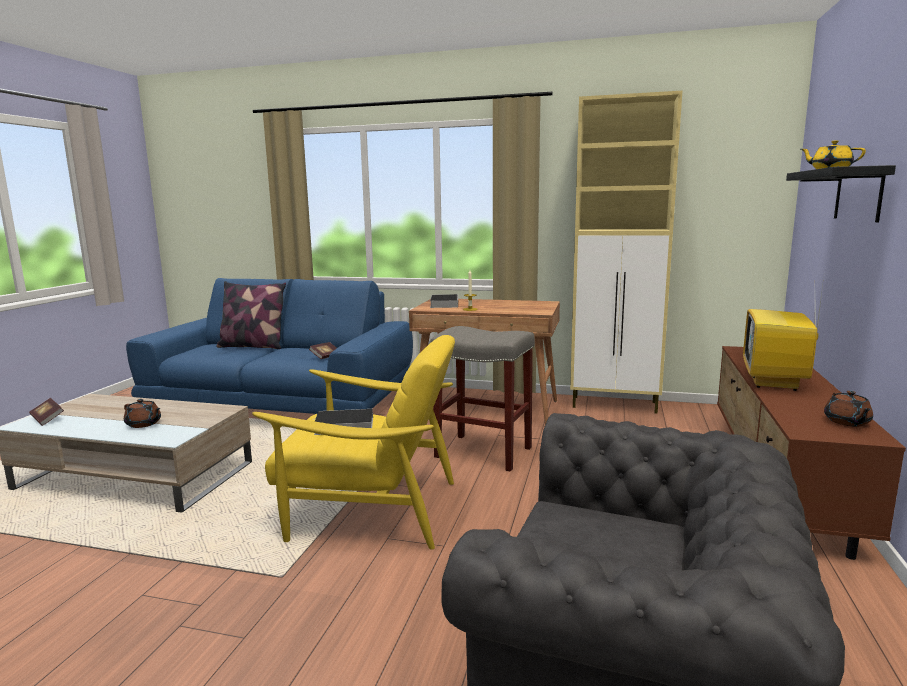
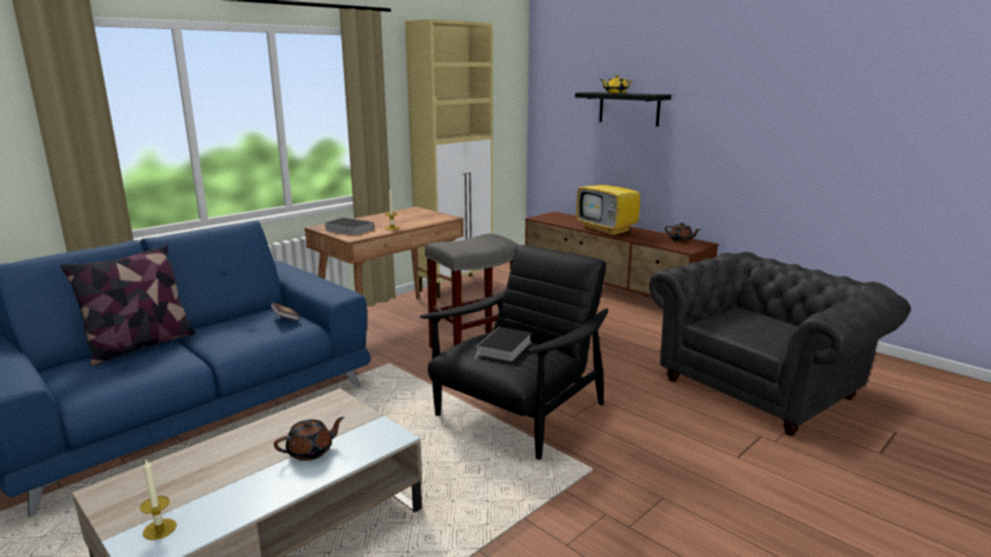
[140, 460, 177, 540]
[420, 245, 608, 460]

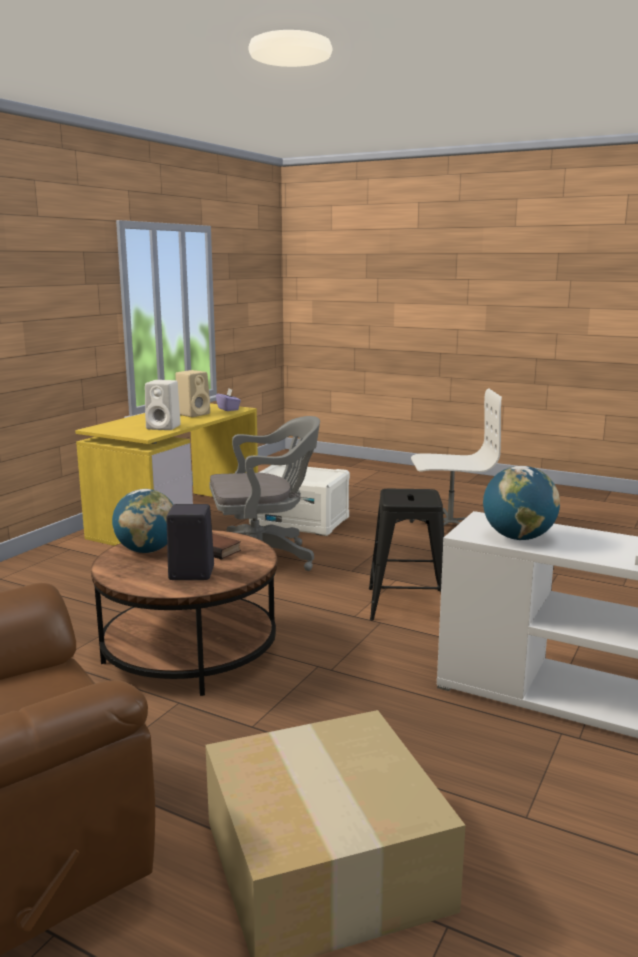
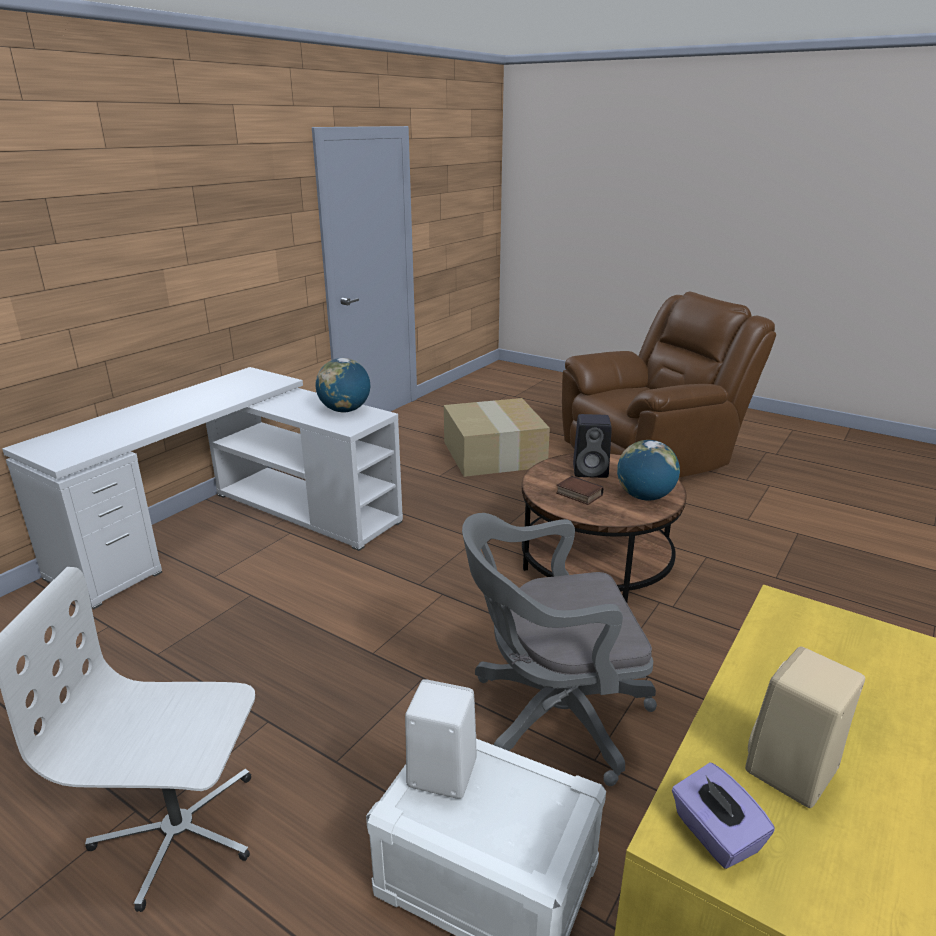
[369, 489, 444, 621] (first image)
[405, 679, 476, 799]

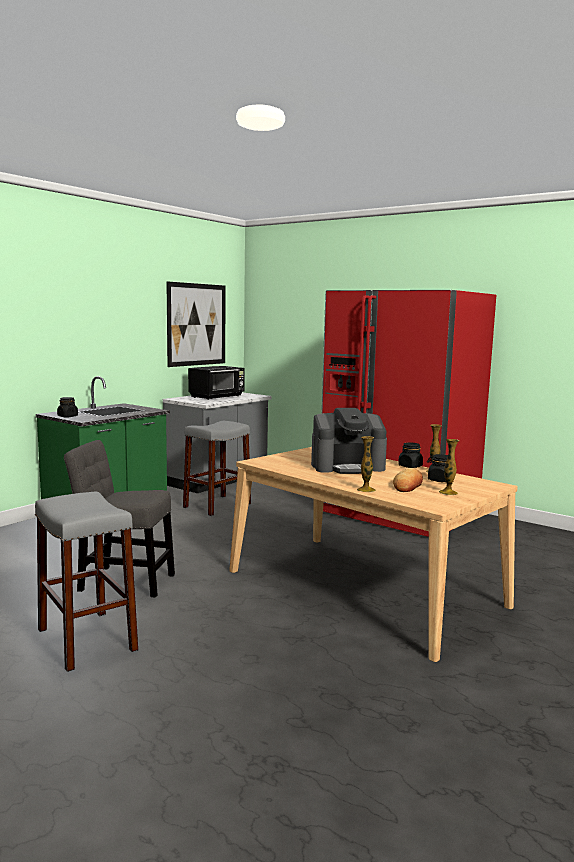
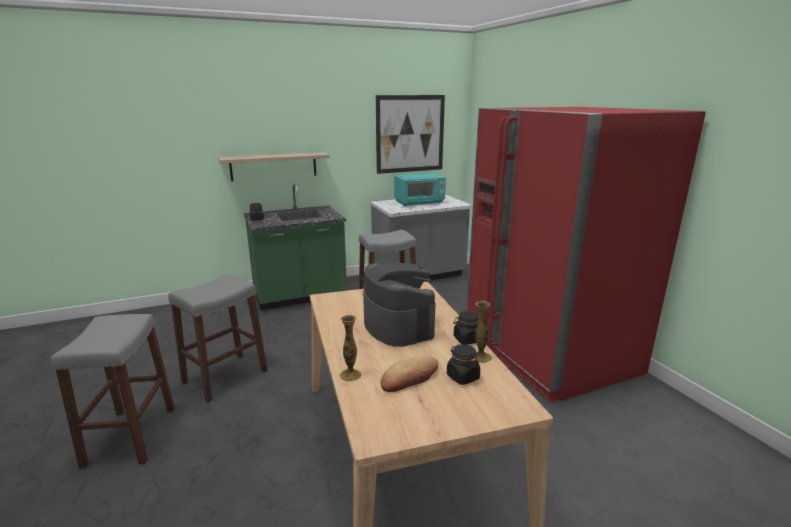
[439, 439, 459, 495] (first image)
[218, 152, 330, 181]
[168, 274, 268, 402]
[394, 173, 446, 206]
[363, 263, 436, 347]

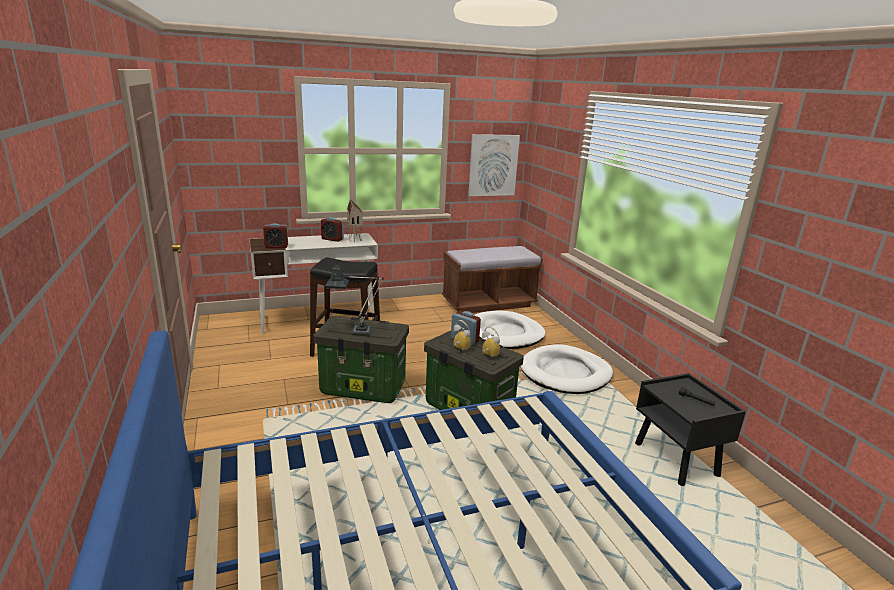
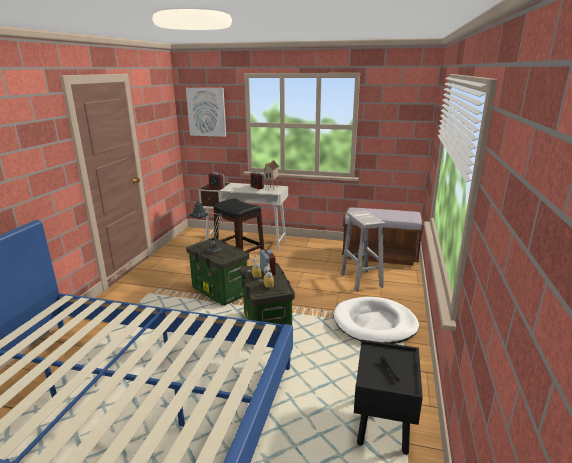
[186, 88, 226, 137]
[341, 210, 385, 292]

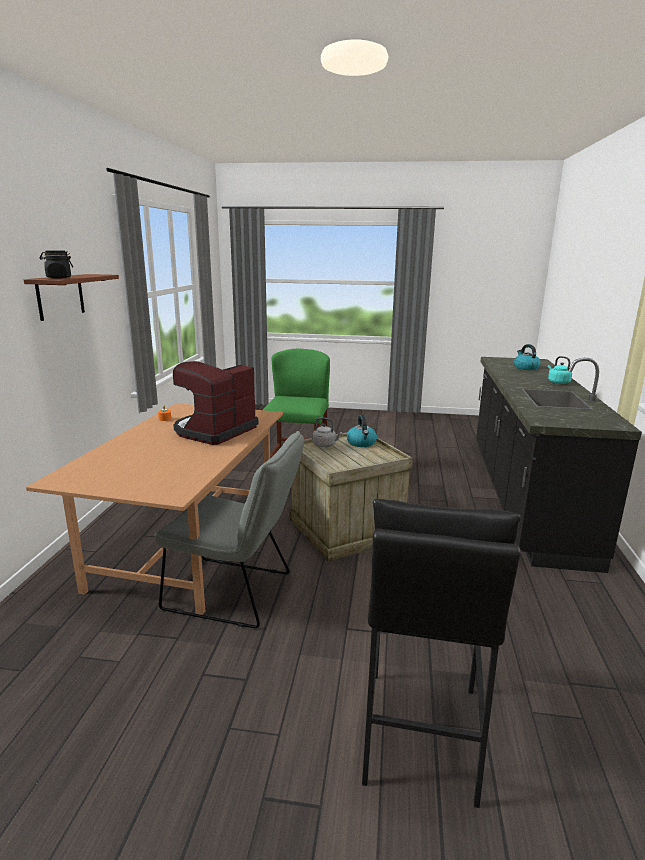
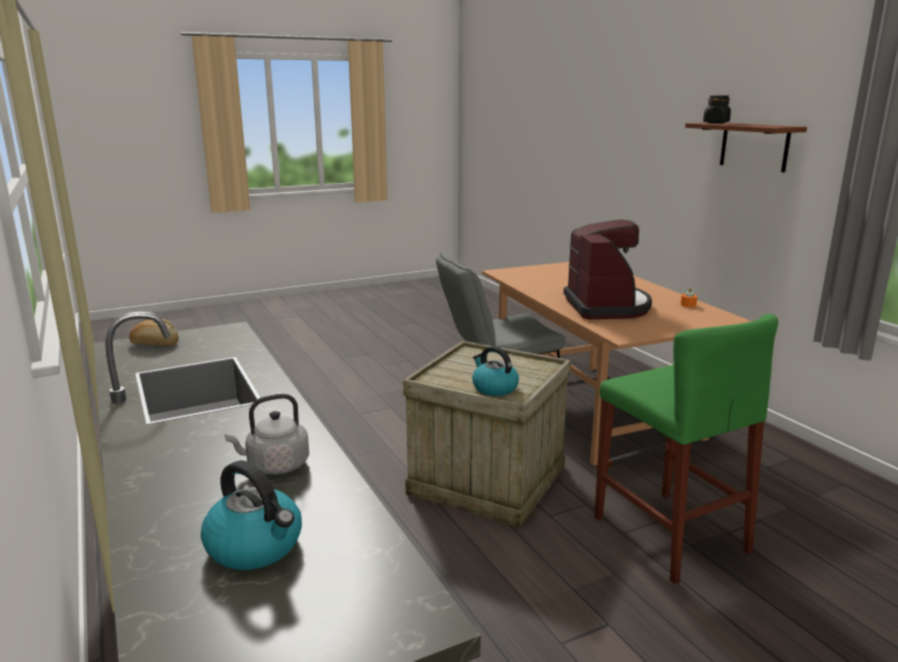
[362, 499, 521, 808] (first image)
[548, 356, 572, 384] (first image)
[129, 319, 179, 346]
[225, 394, 309, 475]

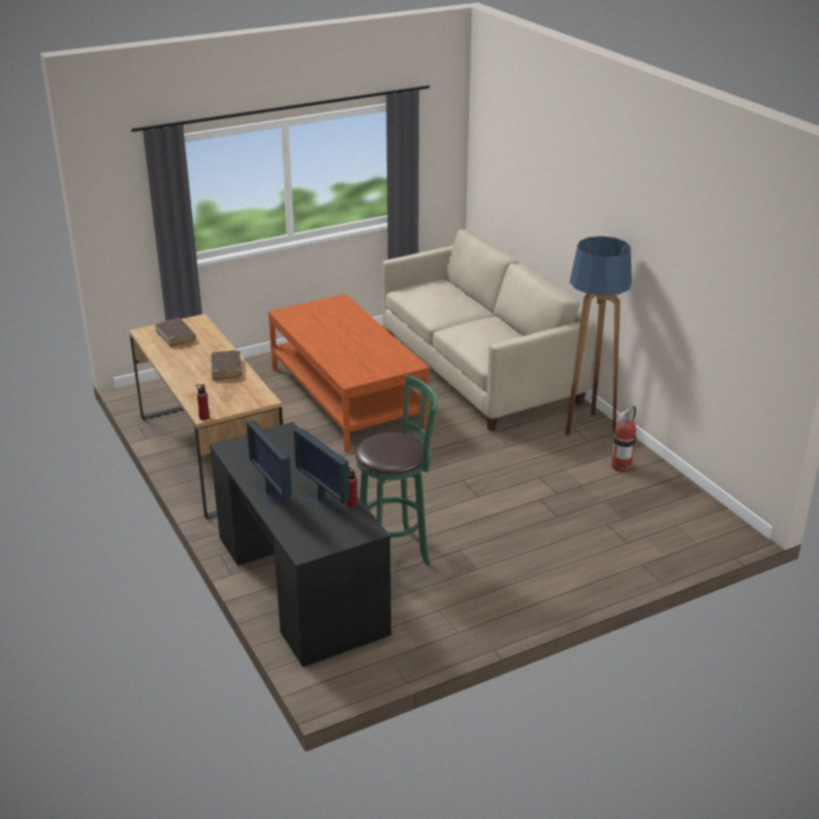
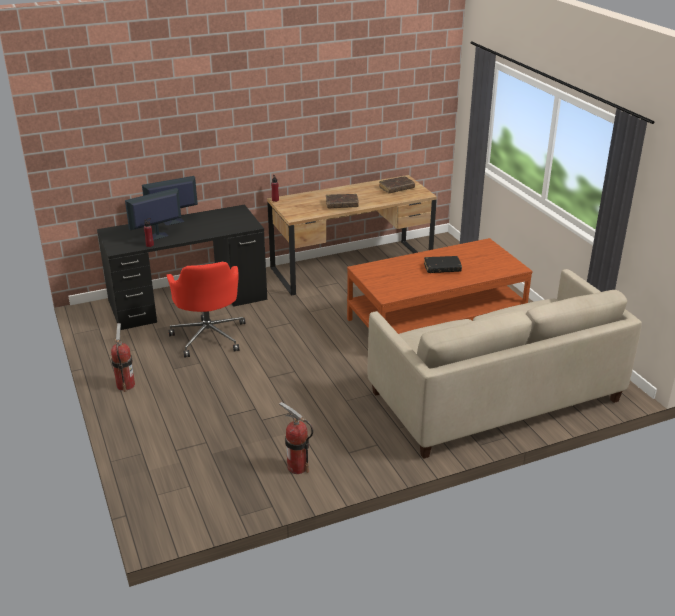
[566, 236, 632, 435] (first image)
[111, 323, 135, 392]
[424, 256, 462, 273]
[166, 262, 245, 358]

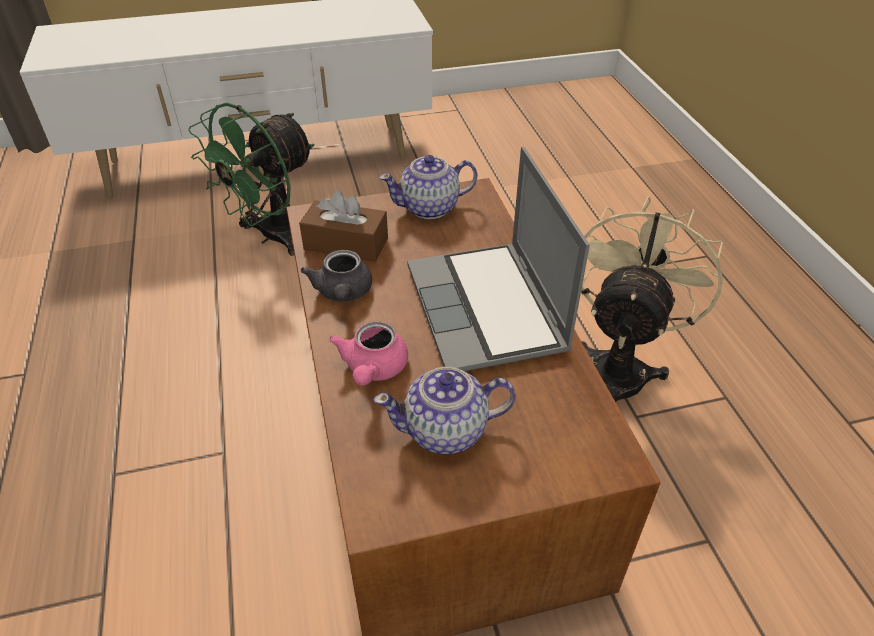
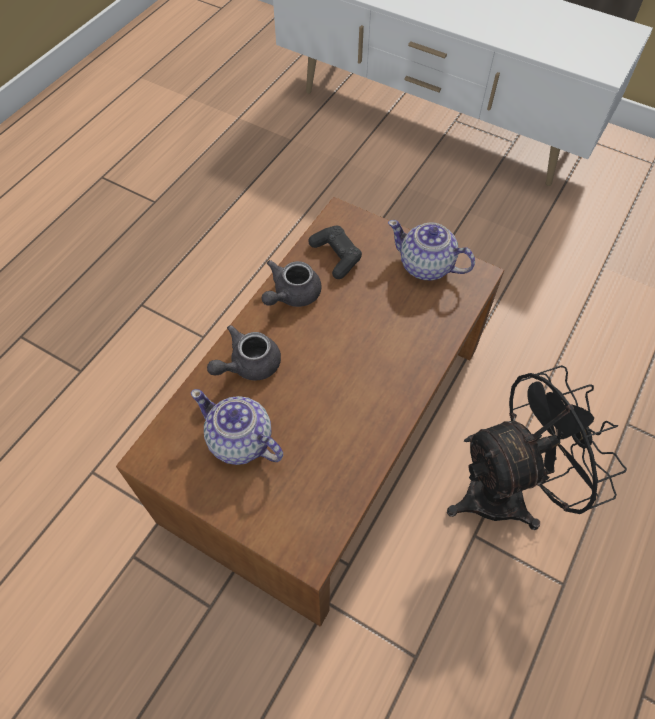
[188, 102, 314, 256] (first image)
[407, 146, 590, 371] (first image)
[309, 226, 362, 279]
[207, 325, 281, 380]
[447, 365, 627, 530]

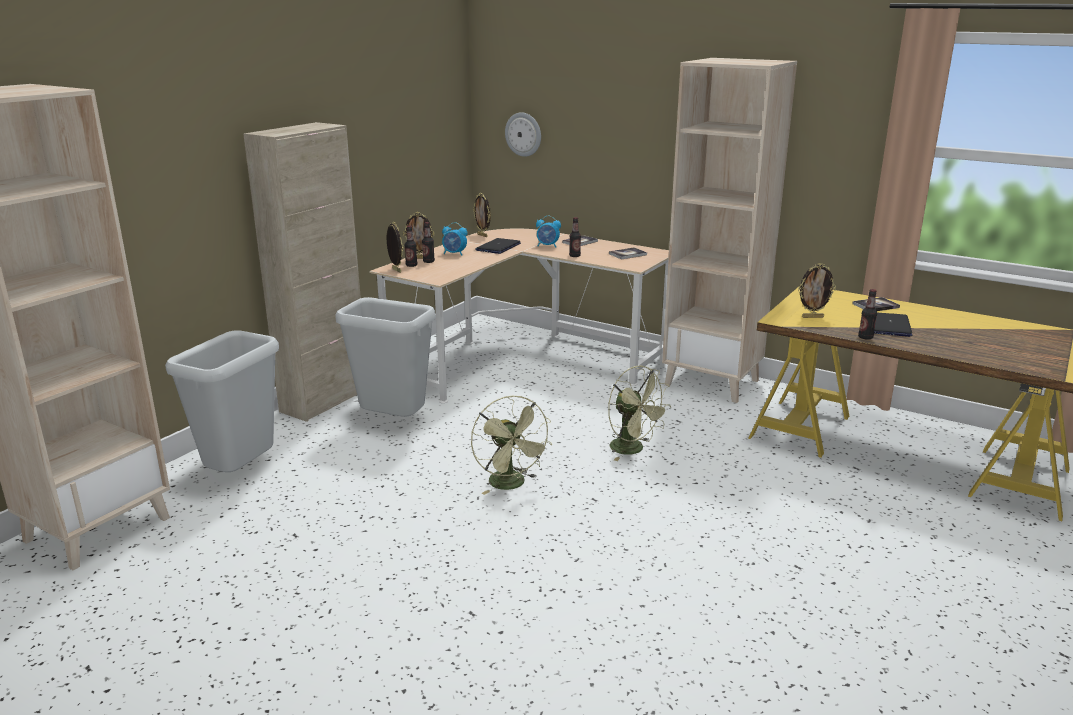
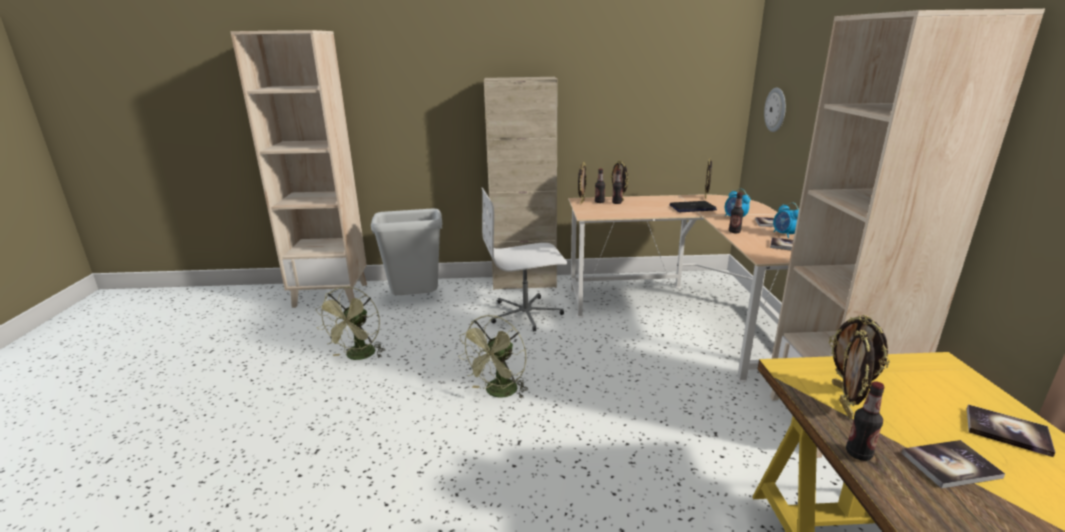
[839, 330, 875, 419]
[773, 203, 799, 238]
[316, 286, 385, 360]
[482, 188, 567, 331]
[901, 440, 1005, 489]

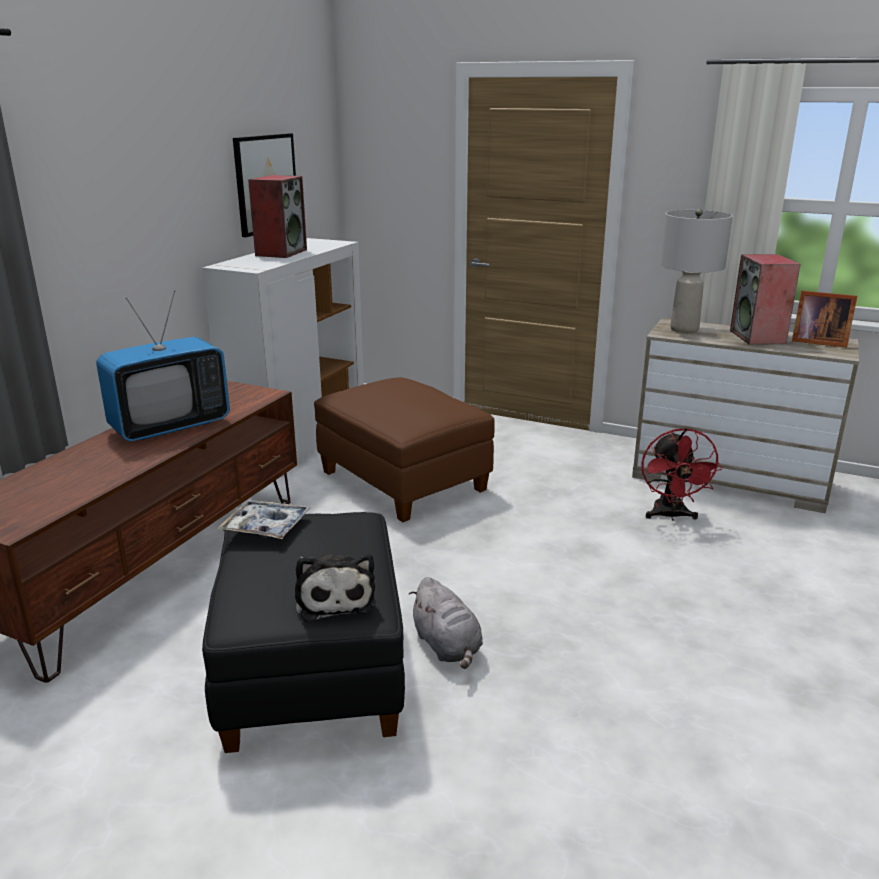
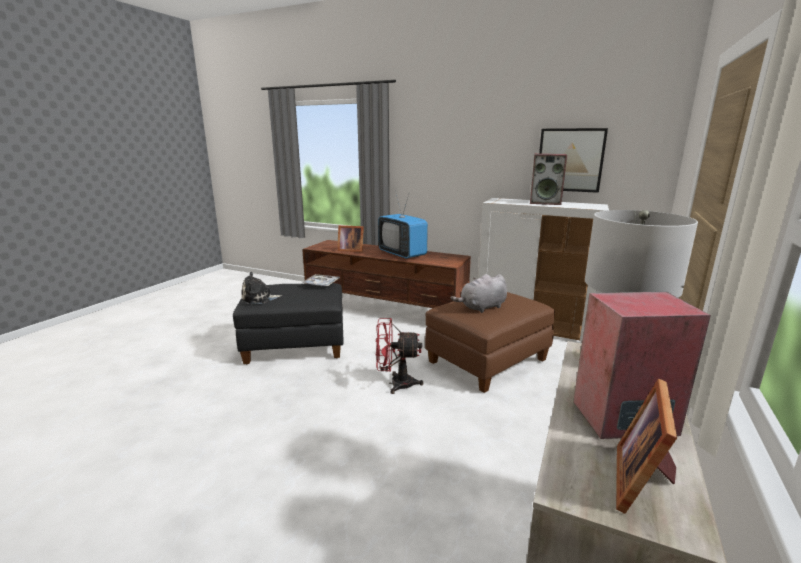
[337, 225, 364, 252]
[451, 274, 507, 313]
[375, 318, 423, 394]

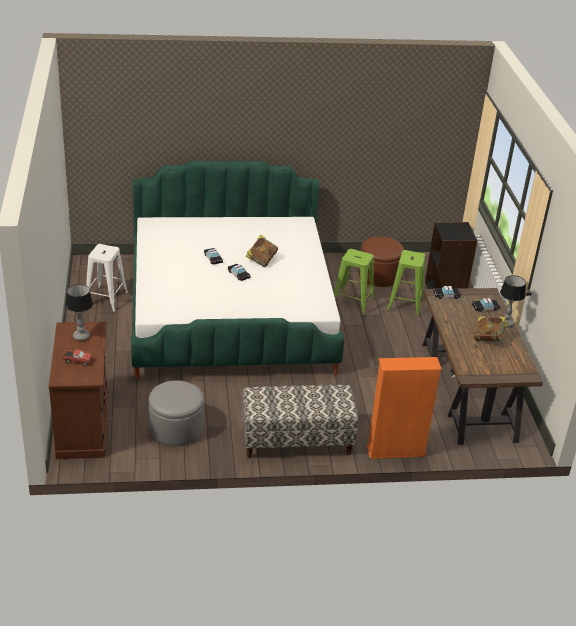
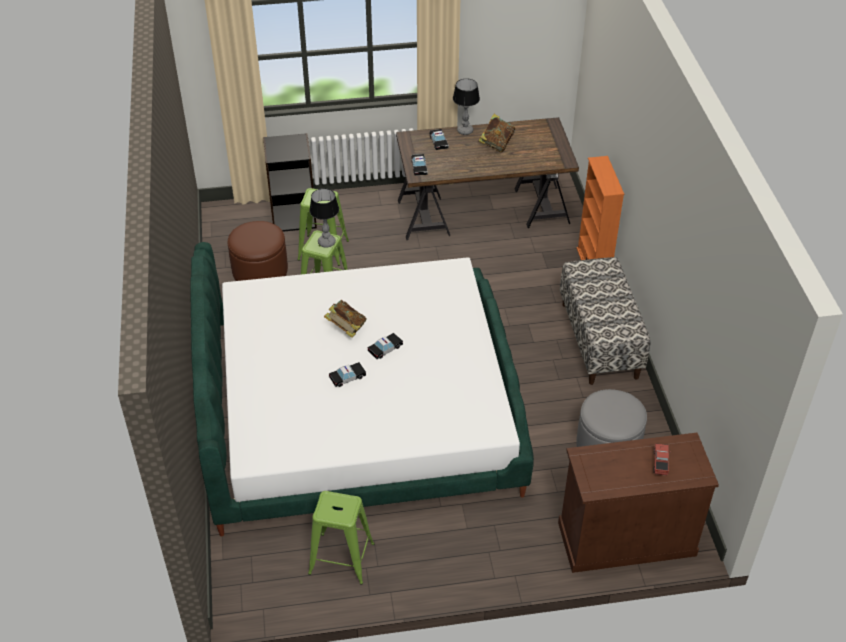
[309, 188, 339, 248]
[308, 491, 375, 585]

